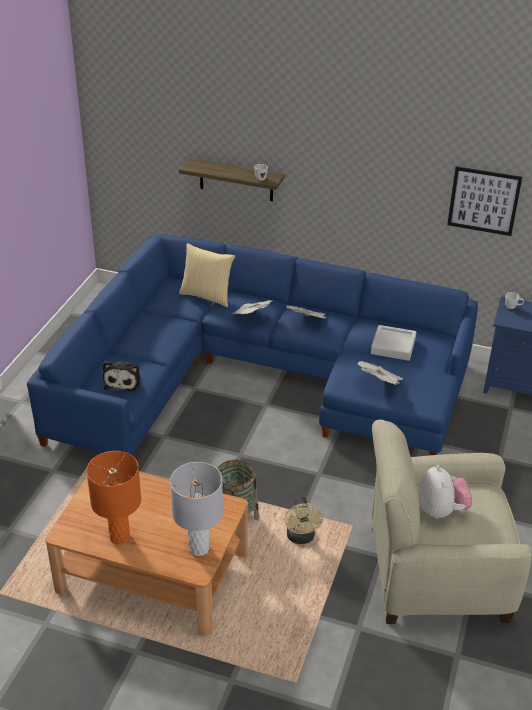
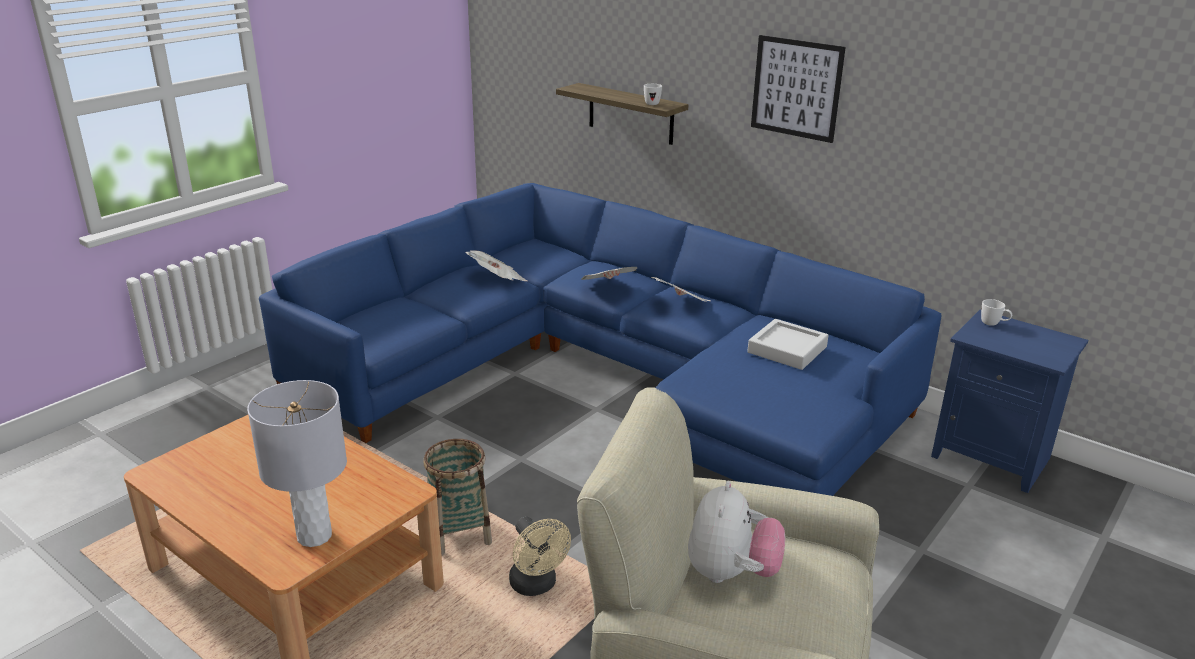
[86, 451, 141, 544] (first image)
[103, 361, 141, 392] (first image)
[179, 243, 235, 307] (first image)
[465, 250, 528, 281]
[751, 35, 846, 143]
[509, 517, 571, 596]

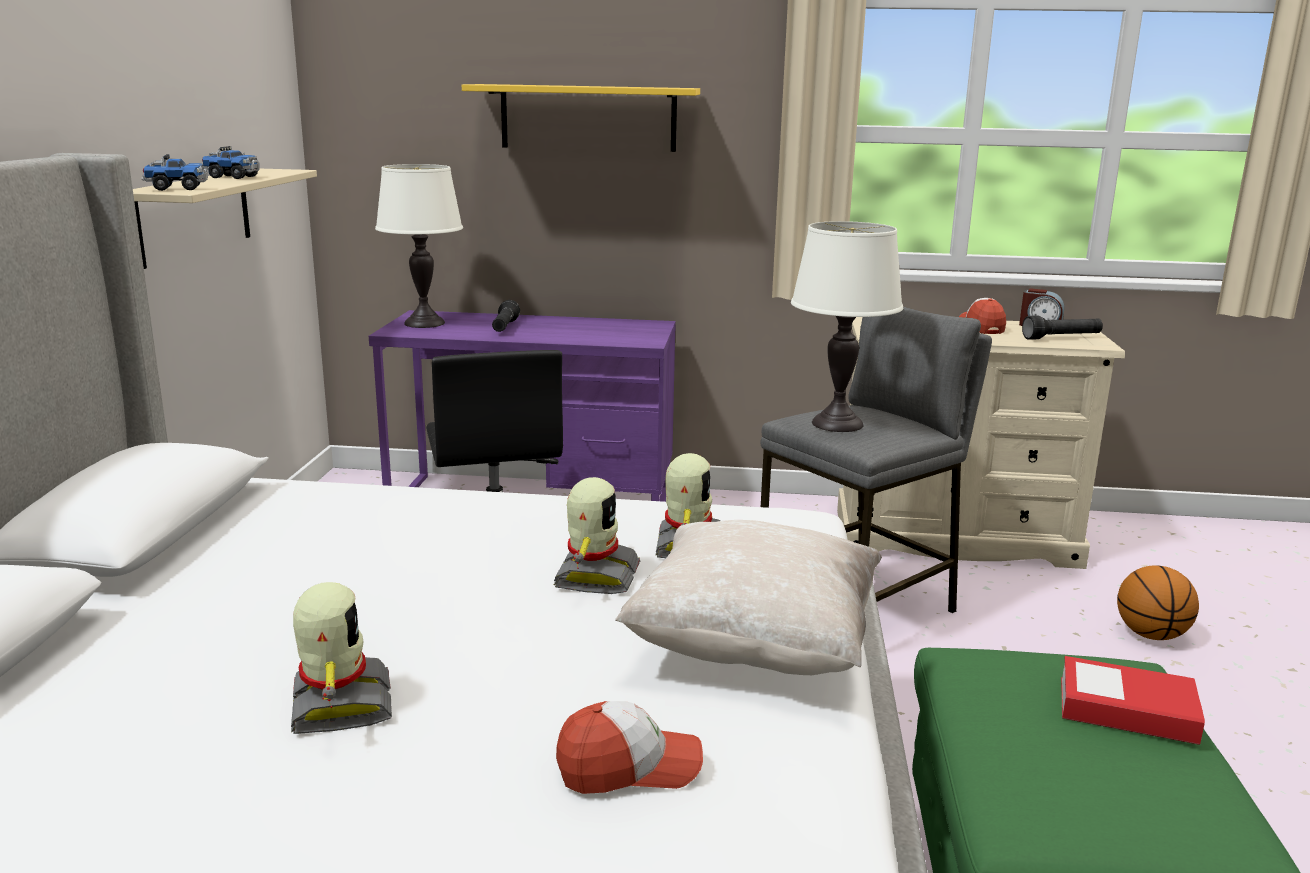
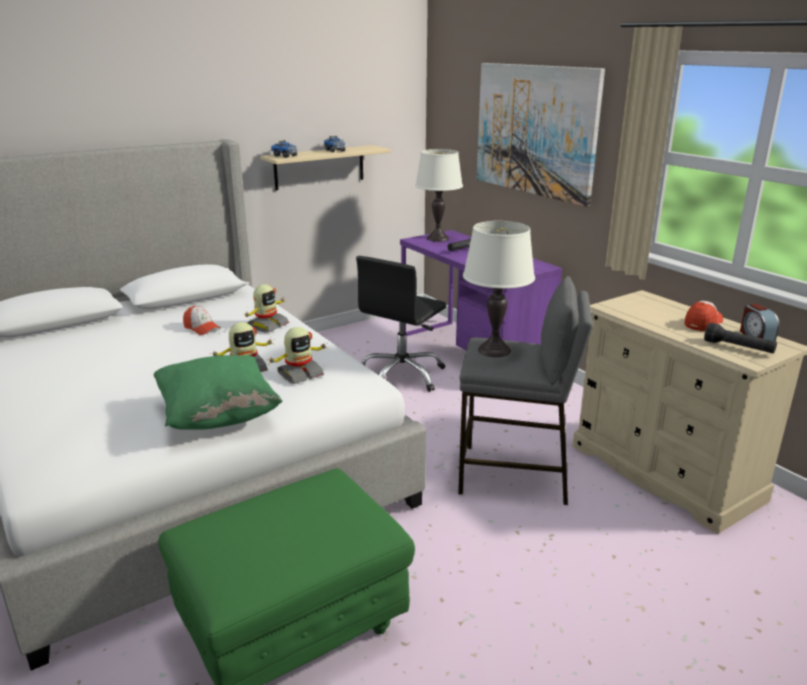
[1061, 656, 1205, 745] (first image)
[1117, 565, 1199, 640] (first image)
[244, 284, 289, 332]
[183, 306, 221, 335]
[476, 63, 605, 207]
[154, 355, 283, 430]

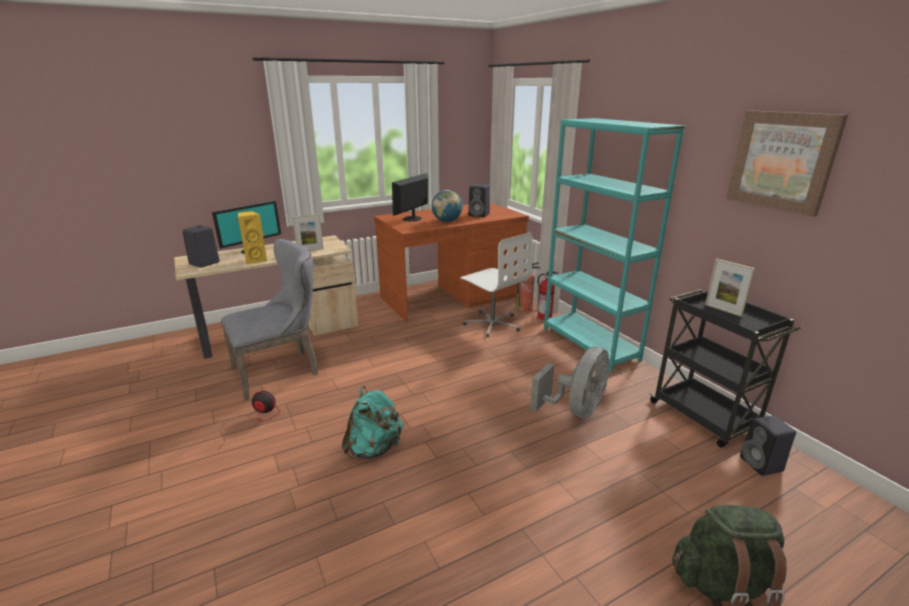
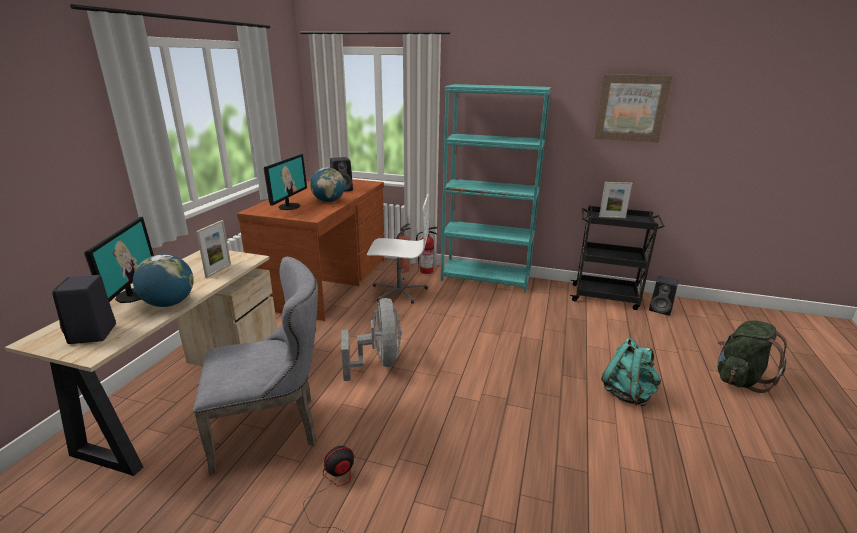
[601, 338, 661, 406]
[341, 298, 402, 381]
[133, 254, 194, 307]
[193, 257, 318, 475]
[264, 154, 307, 210]

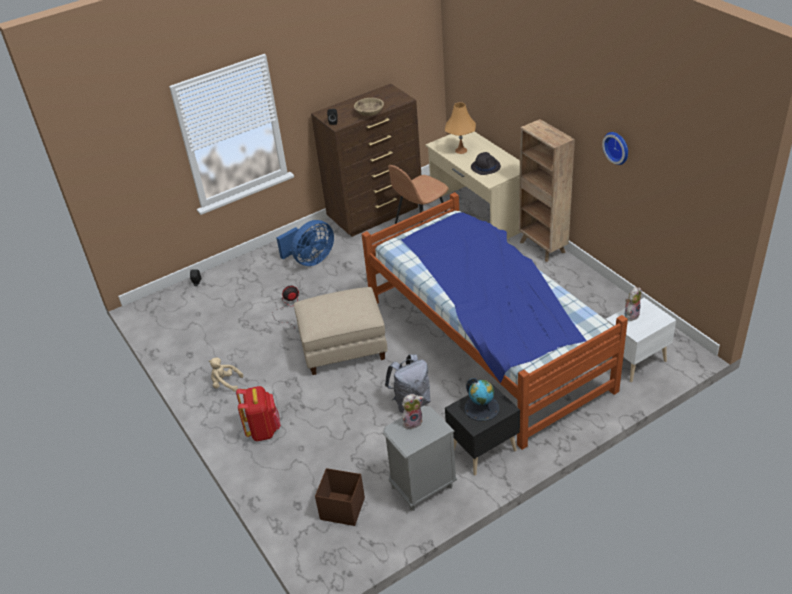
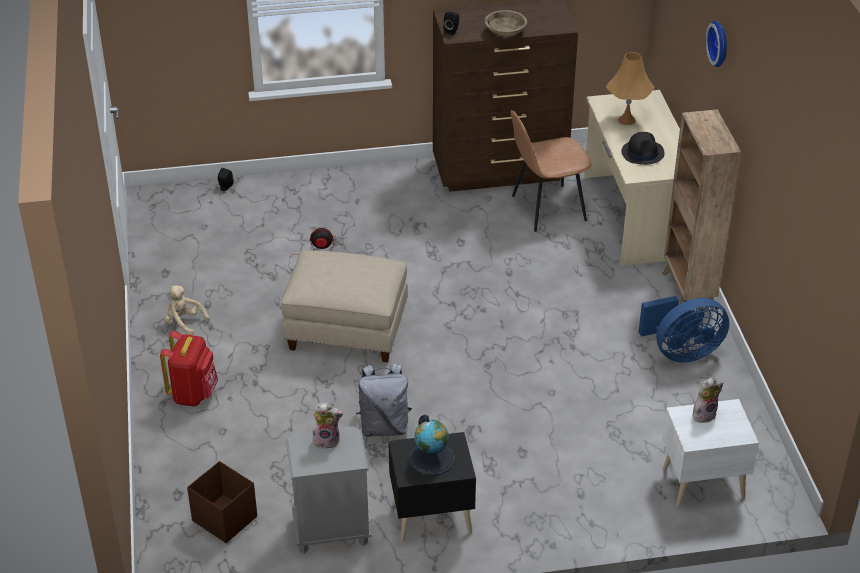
[362, 192, 628, 450] (first image)
[639, 296, 729, 363]
[706, 21, 727, 67]

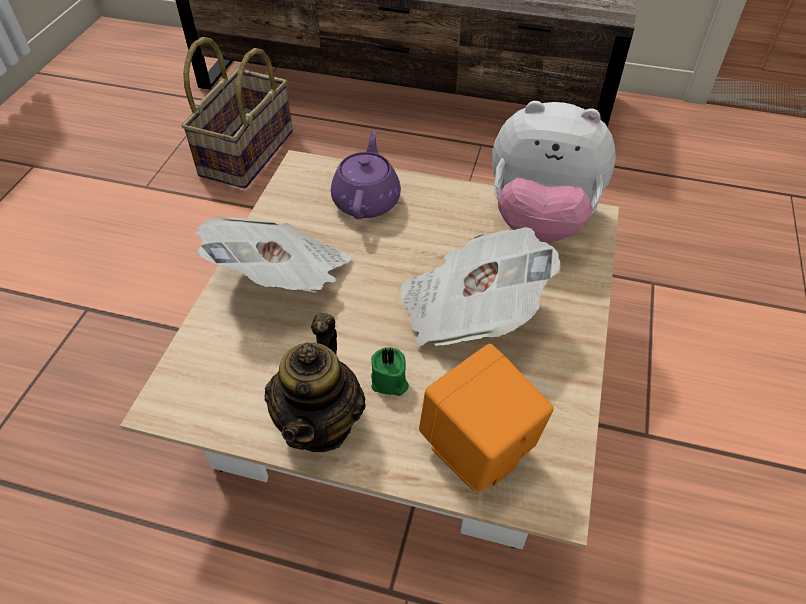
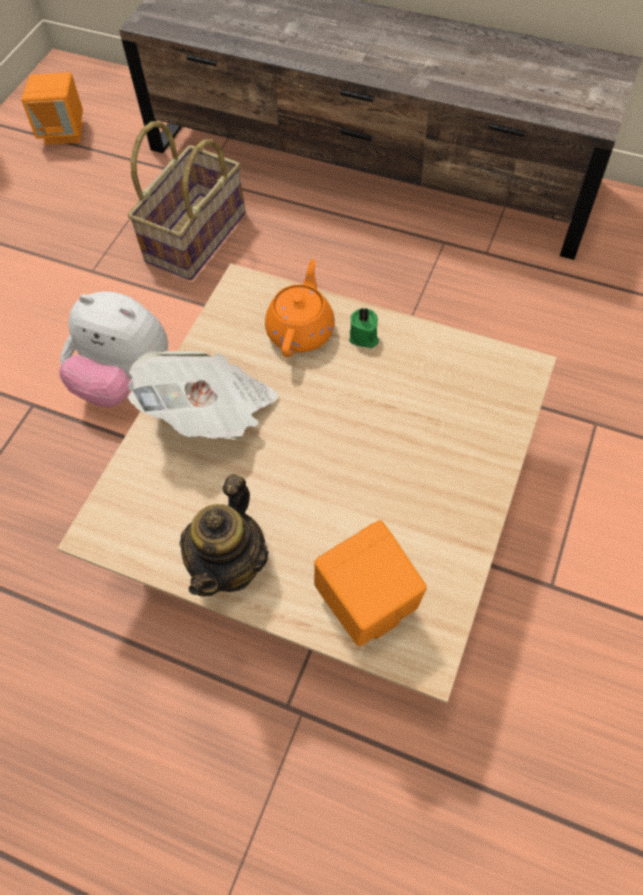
[400, 227, 560, 346] (first image)
[21, 72, 83, 145]
[349, 308, 379, 348]
[59, 292, 168, 407]
[265, 259, 335, 357]

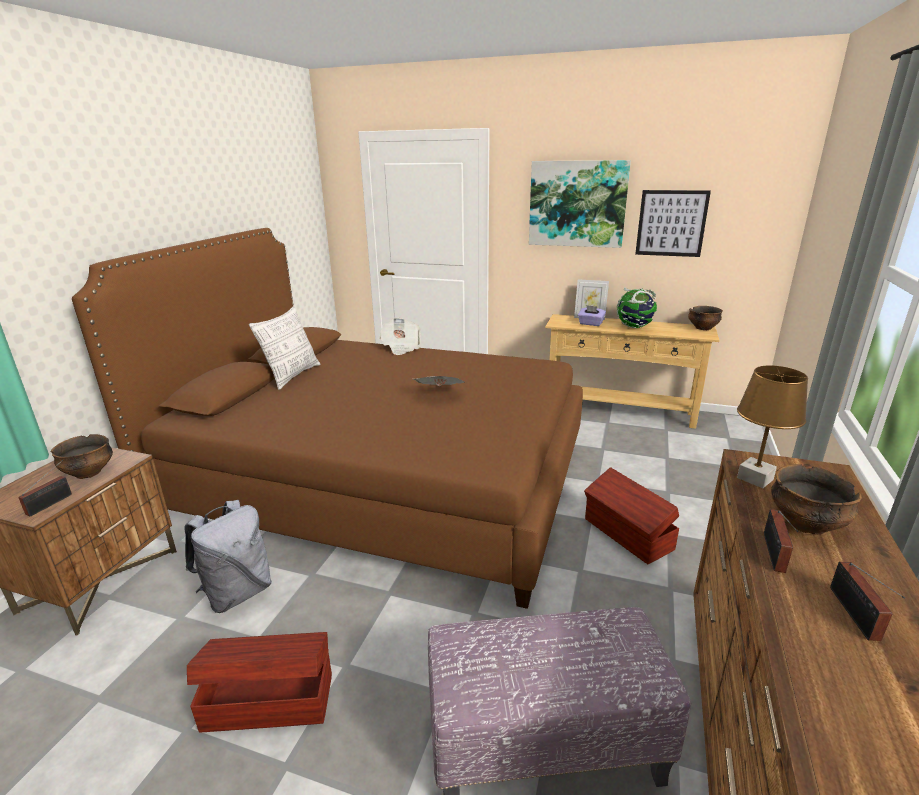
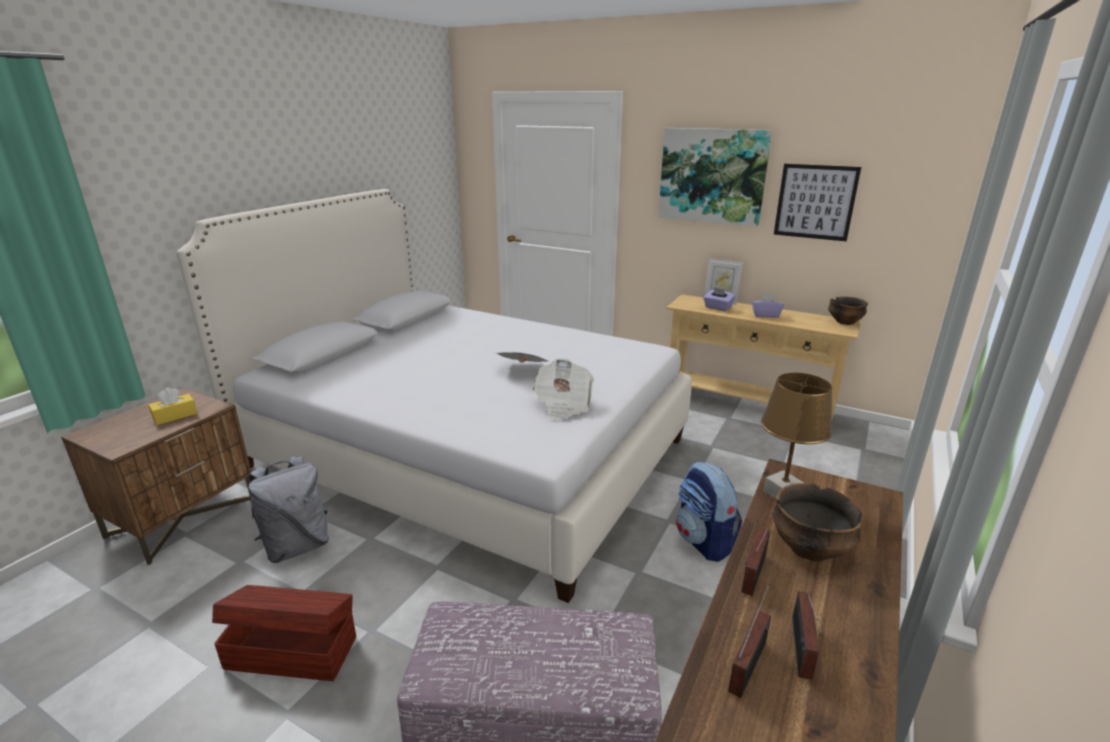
[249, 306, 320, 390] (first image)
[728, 583, 771, 698]
[533, 359, 594, 420]
[148, 387, 197, 425]
[676, 462, 742, 562]
[752, 293, 784, 318]
[176, 189, 692, 603]

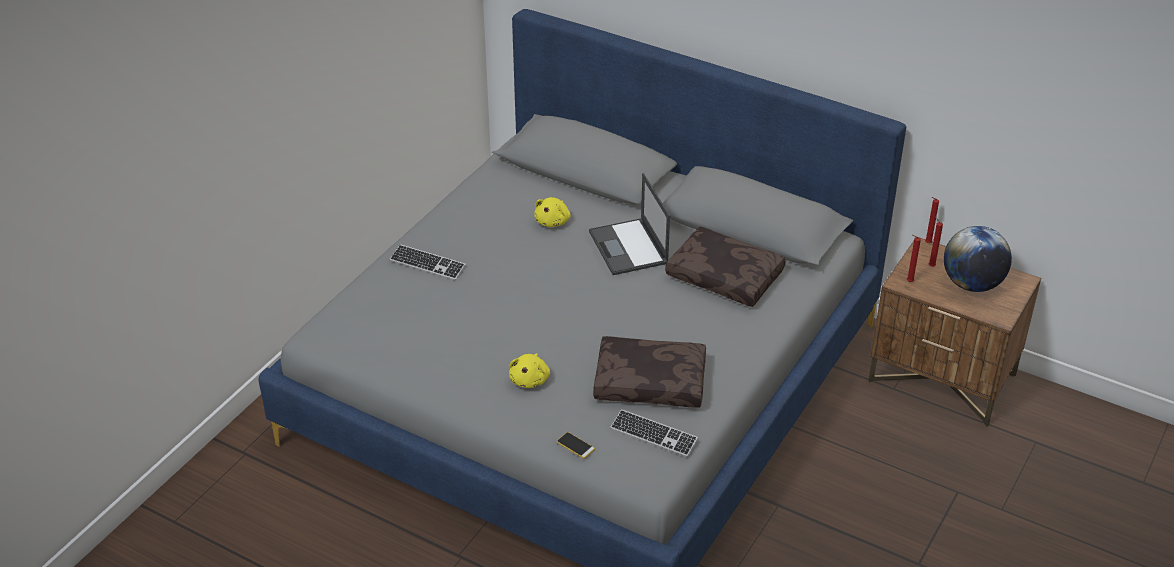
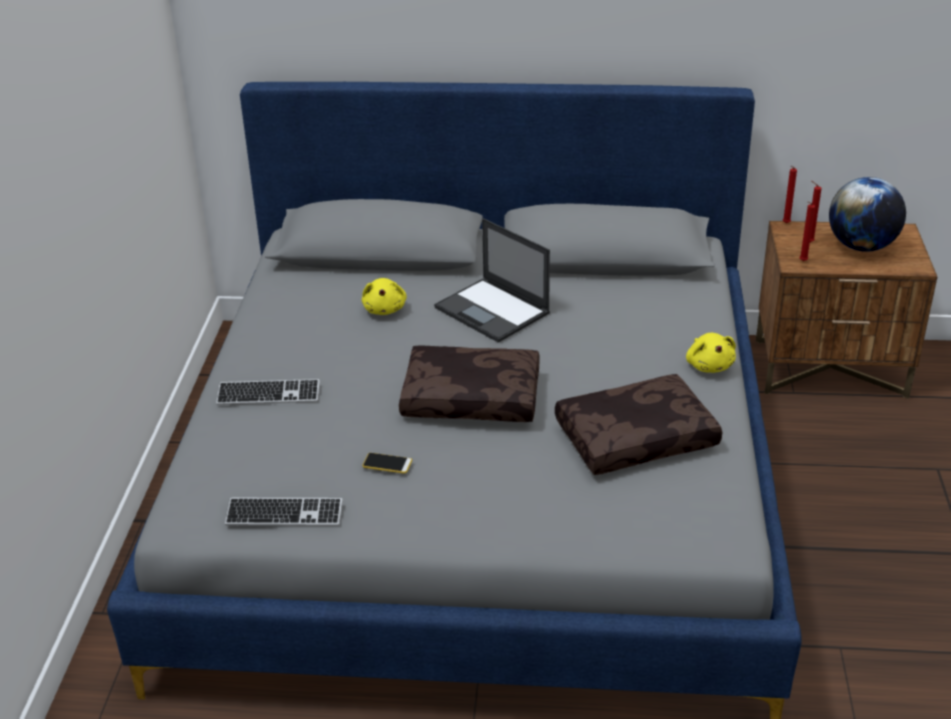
[686, 333, 736, 373]
[362, 453, 412, 474]
[225, 498, 343, 526]
[399, 345, 540, 422]

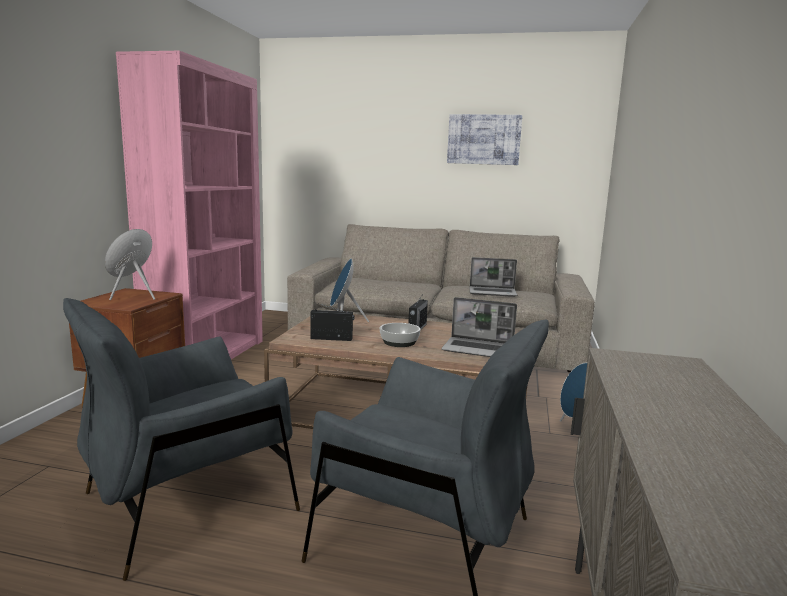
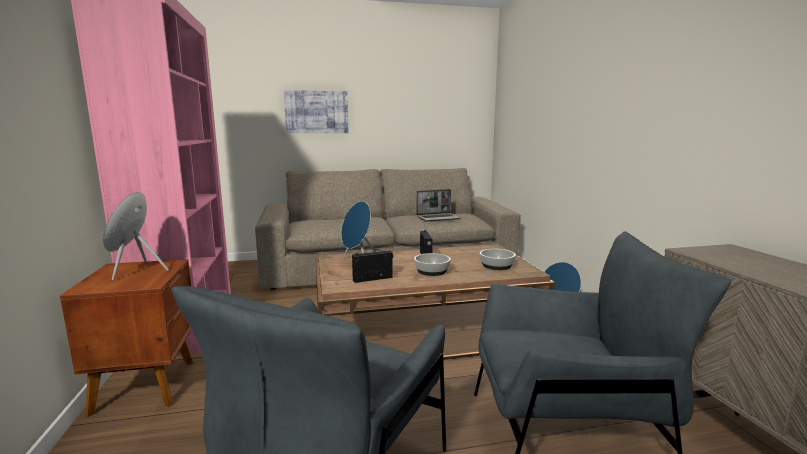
[284, 90, 348, 133]
[480, 249, 516, 270]

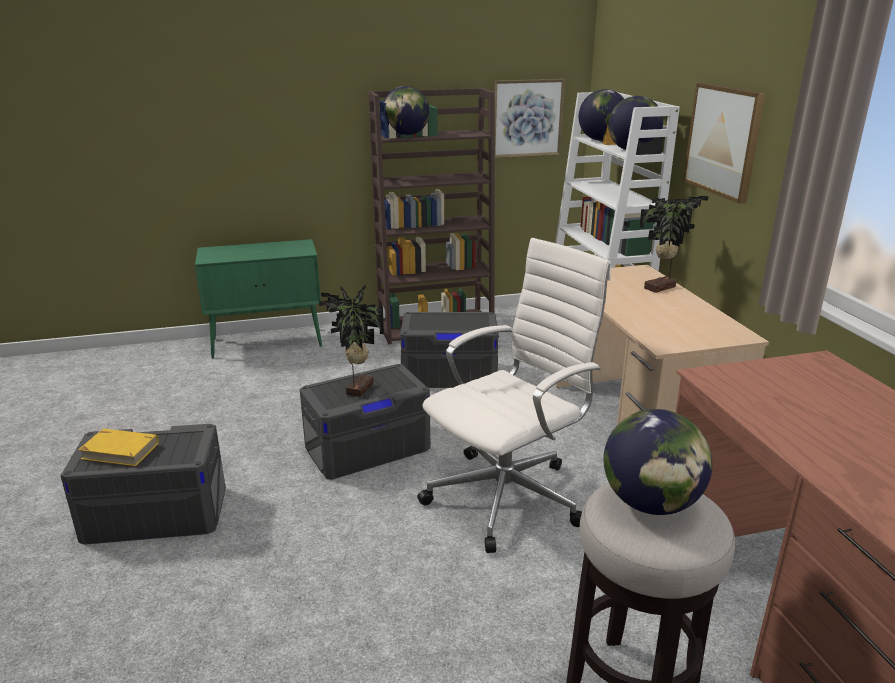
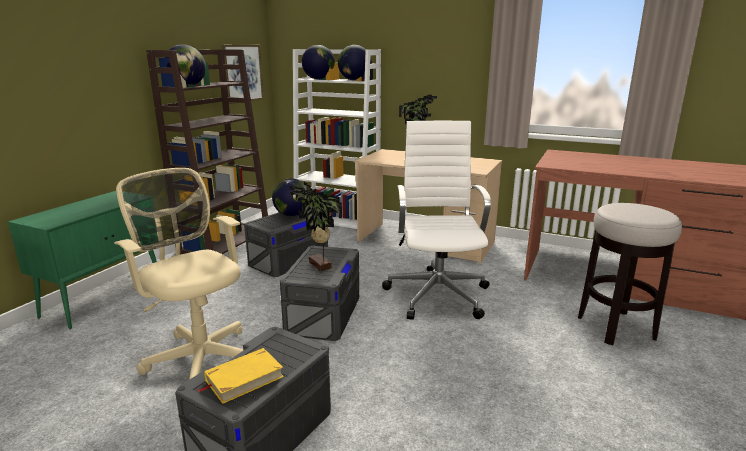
[683, 83, 766, 204] (first image)
[114, 168, 243, 380]
[272, 178, 307, 217]

